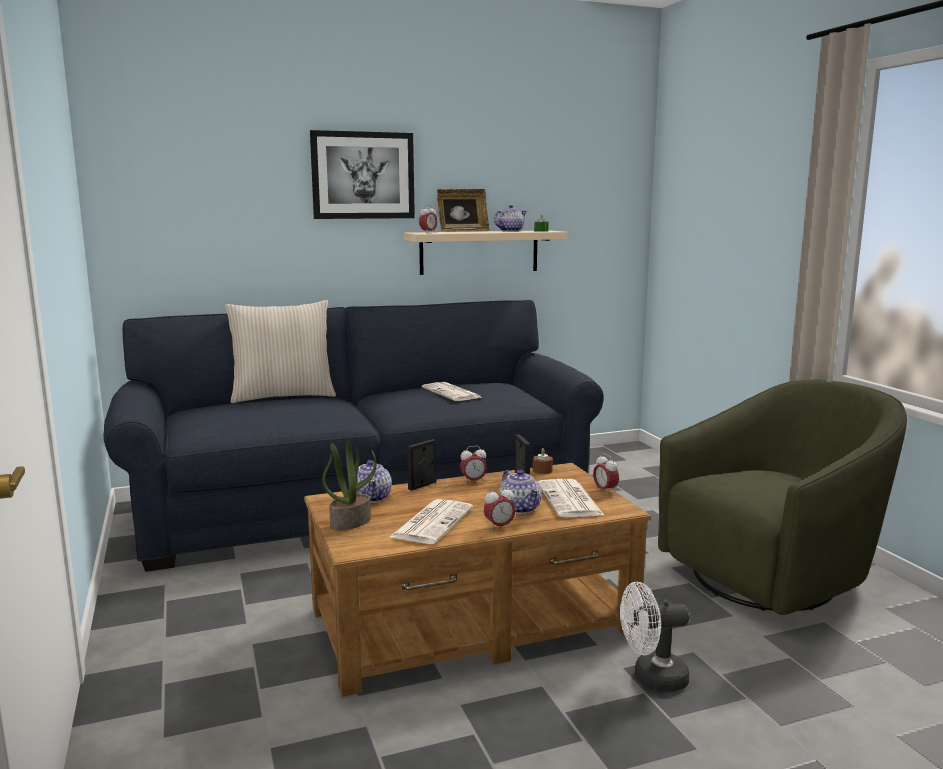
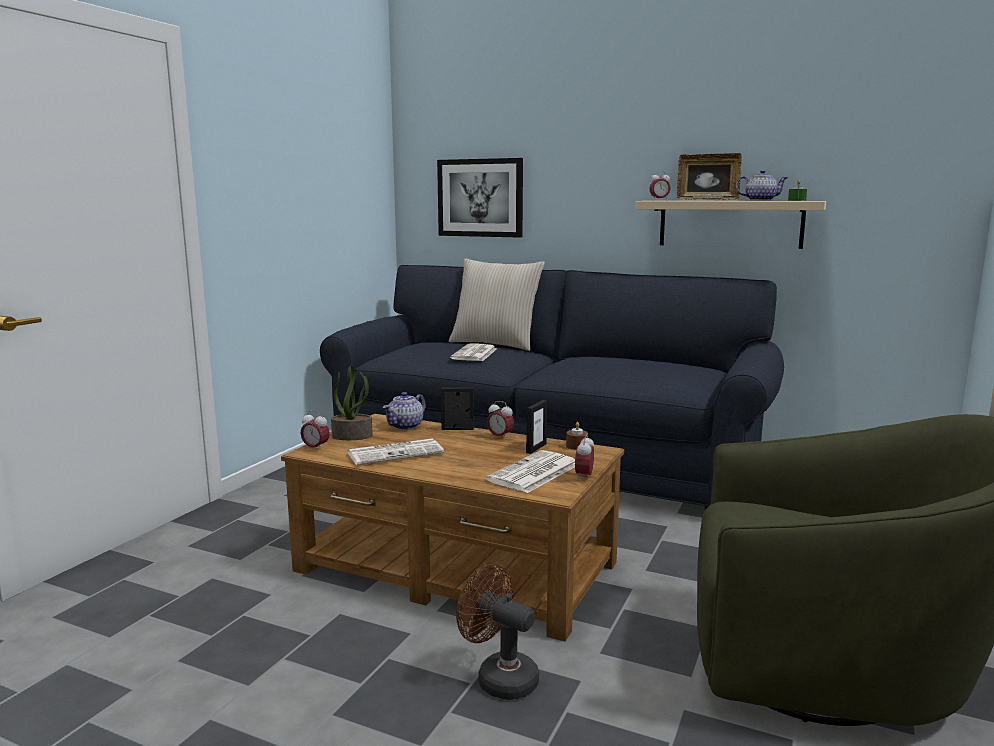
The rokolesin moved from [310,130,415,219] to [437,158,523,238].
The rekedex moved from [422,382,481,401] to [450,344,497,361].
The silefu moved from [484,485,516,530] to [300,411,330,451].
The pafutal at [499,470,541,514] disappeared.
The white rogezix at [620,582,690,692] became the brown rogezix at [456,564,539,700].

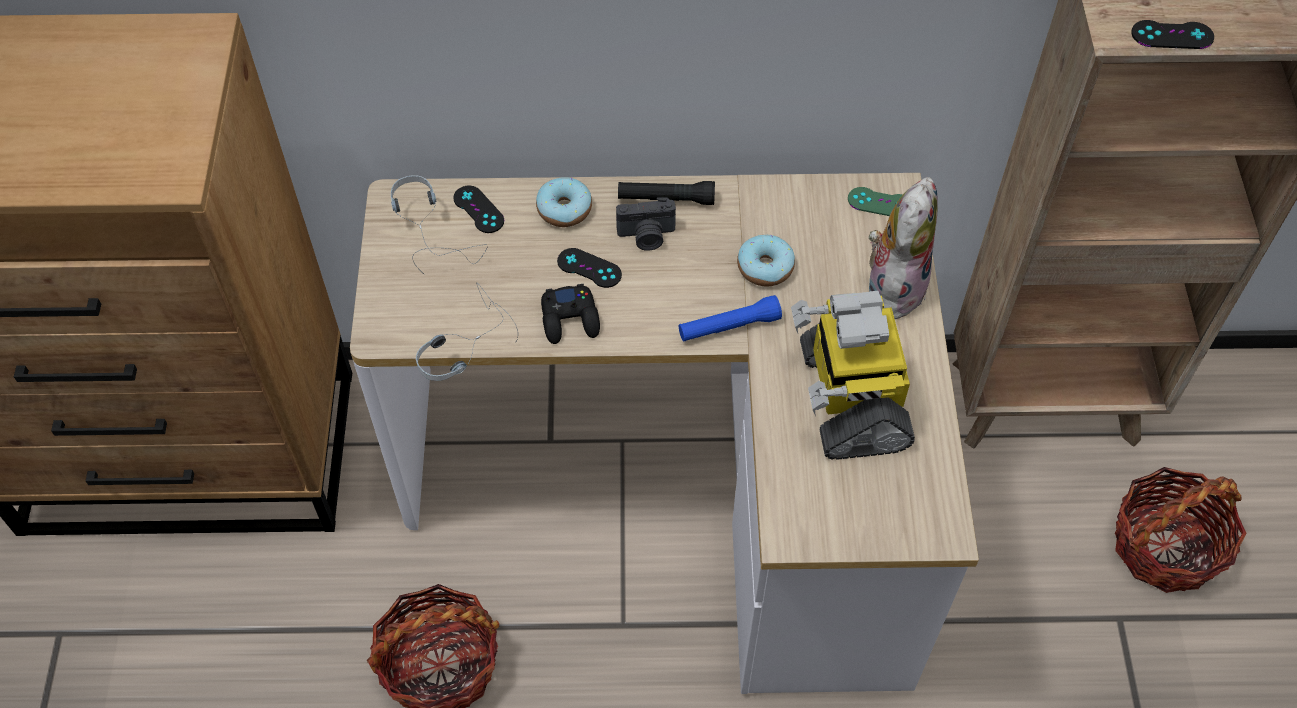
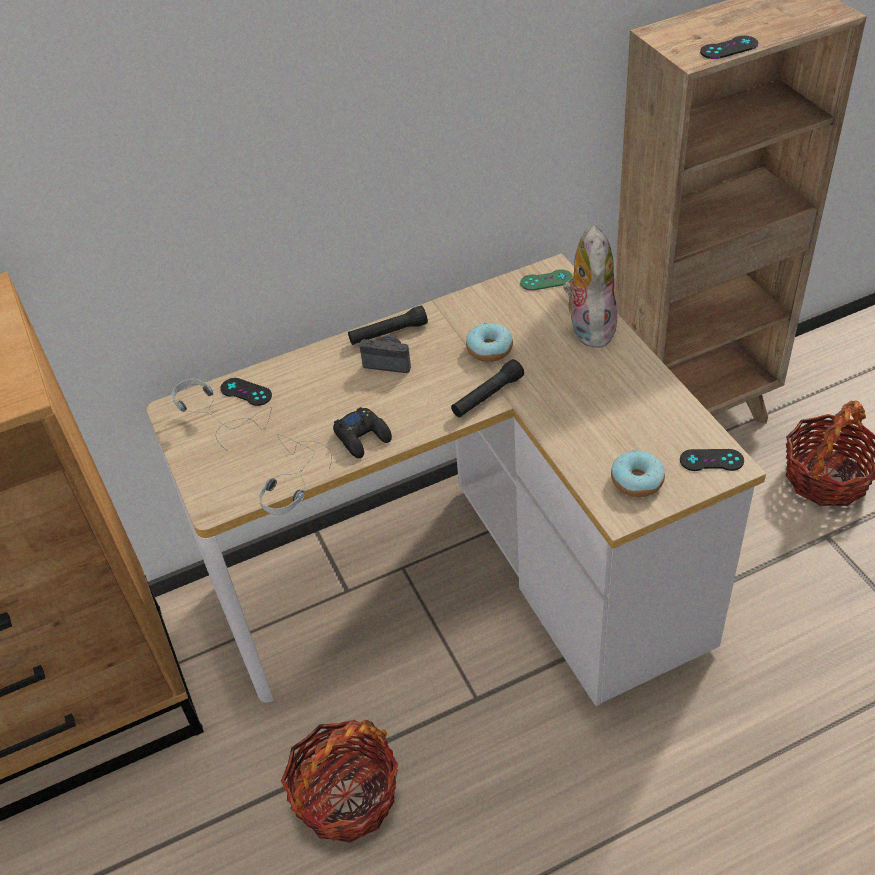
The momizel moved from [536,177,592,227] to [611,450,665,497].
The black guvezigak moved from [557,248,622,288] to [680,449,744,471].
The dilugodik at [616,197,676,251] turned 135 degrees counterclockwise.
The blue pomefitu at [679,295,782,342] became the black pomefitu at [451,359,524,418].
The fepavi at [791,291,915,460] disappeared.

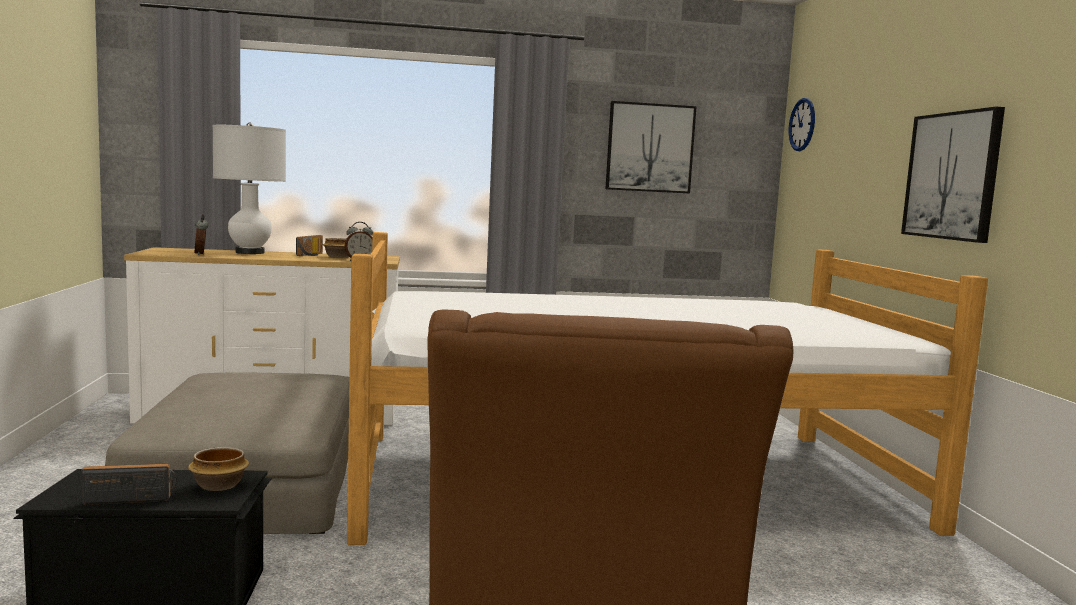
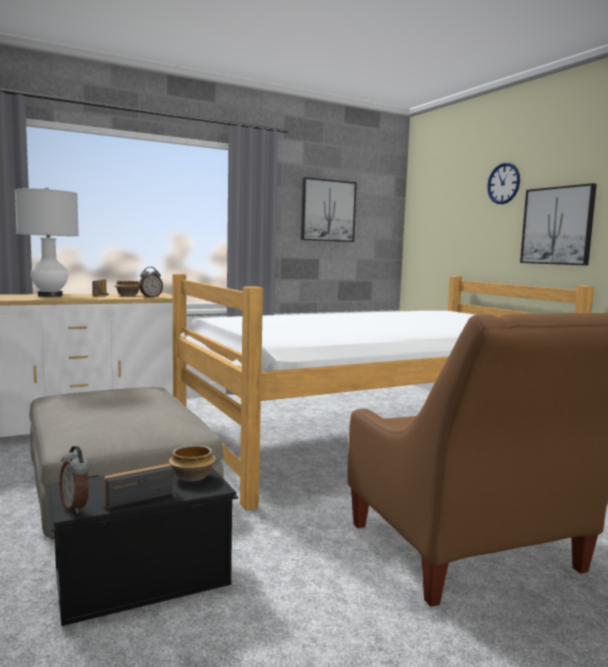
The silefu moved from [195,214,209,255] to [60,446,90,513].
The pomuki moved from [788,98,815,151] to [487,163,520,204].

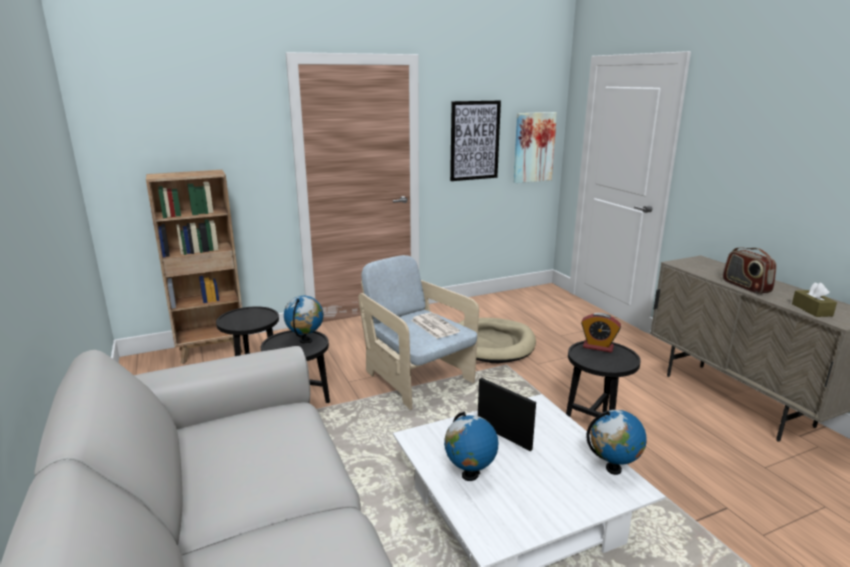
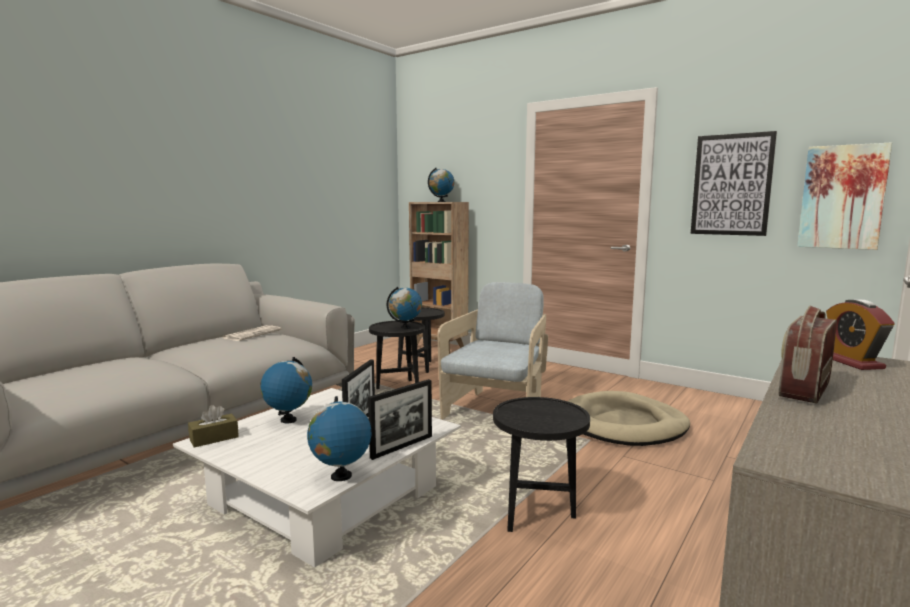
The rekedex moved from [411,312,460,339] to [222,325,282,341].
The silefu moved from [581,313,621,353] to [826,299,895,370].
The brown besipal moved from [792,282,837,317] to [188,405,239,448].
The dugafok at [368,379,432,460] appeared.
The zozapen at [428,168,454,202] appeared.

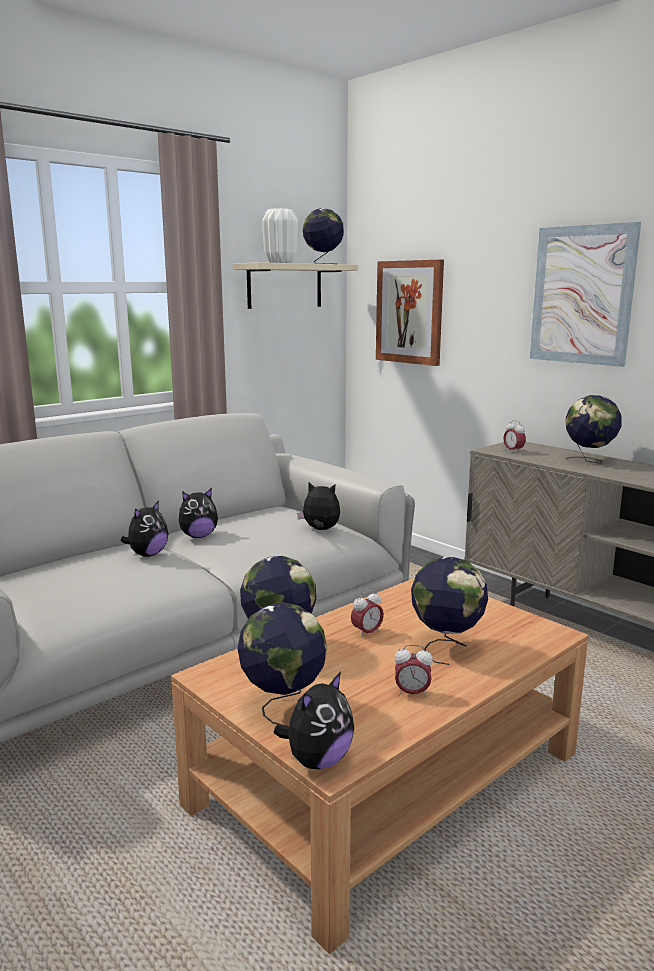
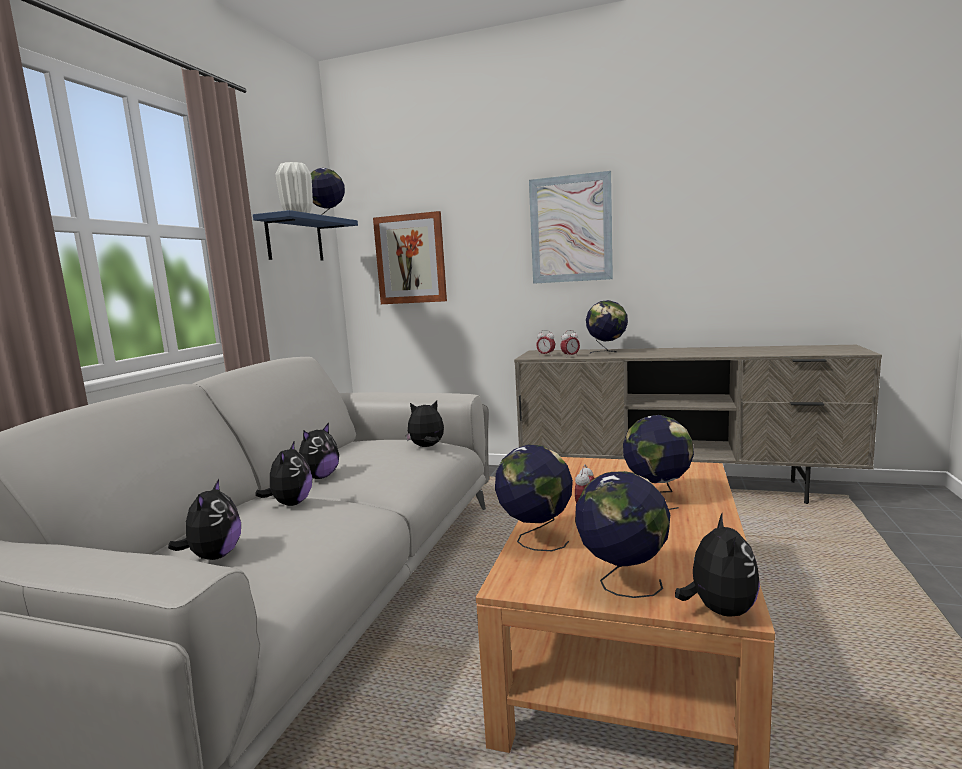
The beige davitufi at [233,262,358,309] became the blue davitufi at [253,210,358,261].
The silefu moved from [394,645,433,698] to [560,330,580,358].
The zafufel at [168,479,241,560] appeared.

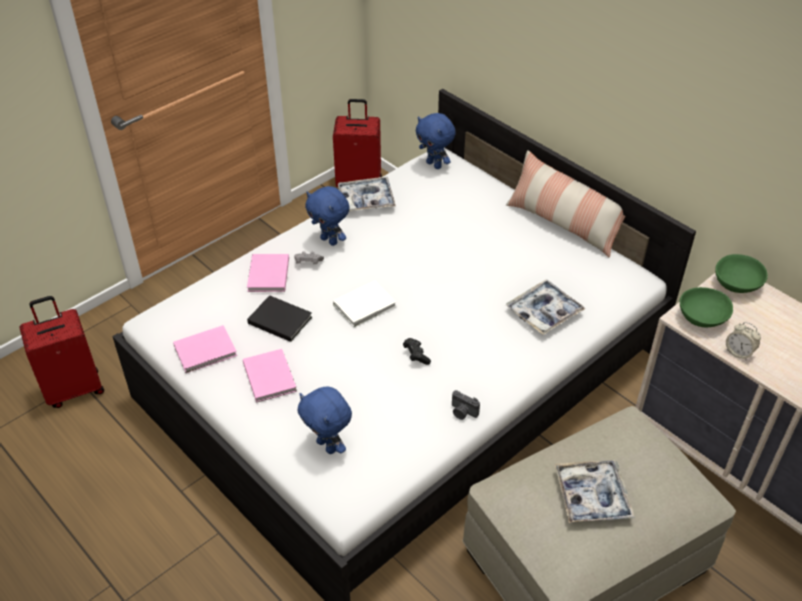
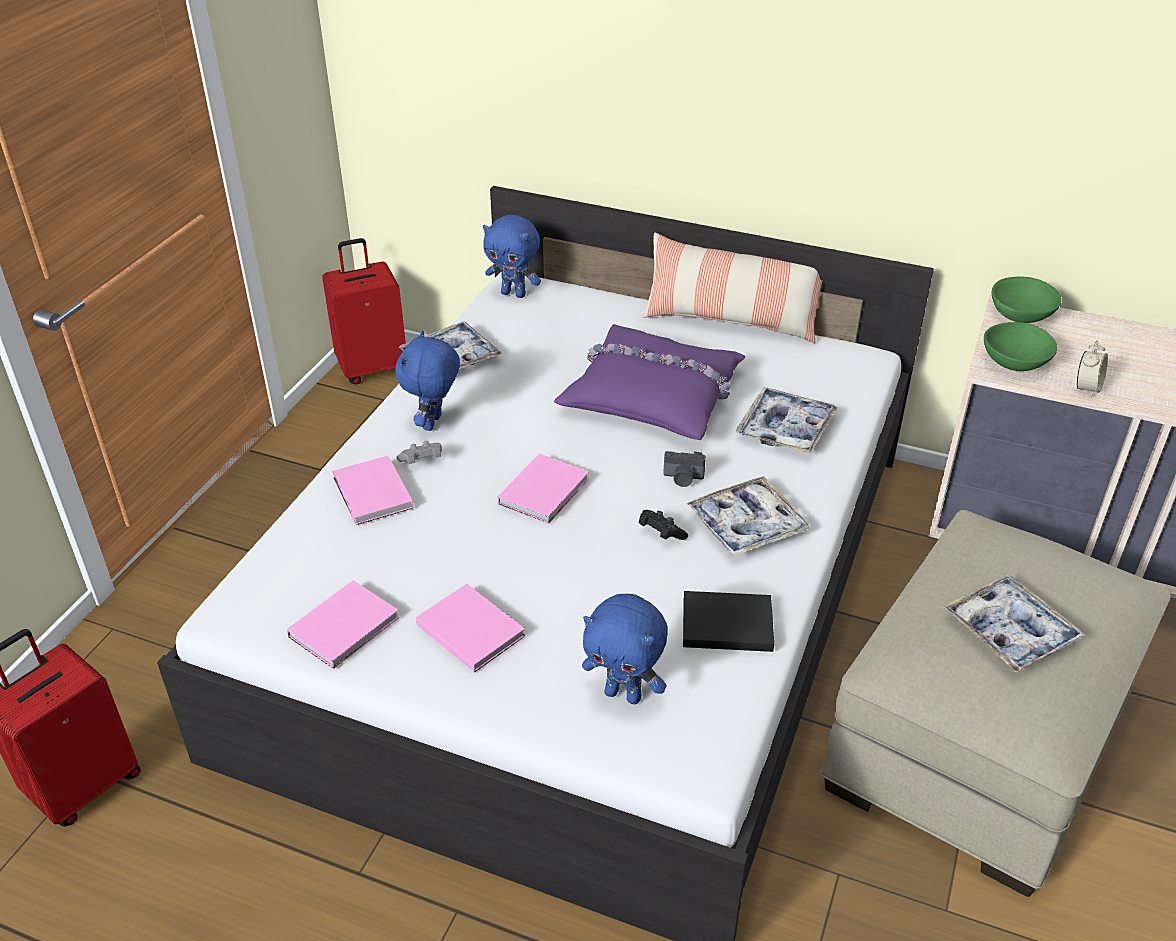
The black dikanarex moved from [247,295,312,342] to [683,591,774,652].
The blue zafufel at [305,186,349,246] turned 90 degrees clockwise.
The white dikanarex at [333,281,396,327] became the pink dikanarex at [498,453,589,524].
The dilugodik moved from [452,390,480,420] to [663,451,706,487].
The silefu at [726,322,761,360] turned 75 degrees counterclockwise.
The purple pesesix at [554,324,745,440] appeared.
The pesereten at [687,476,811,557] appeared.

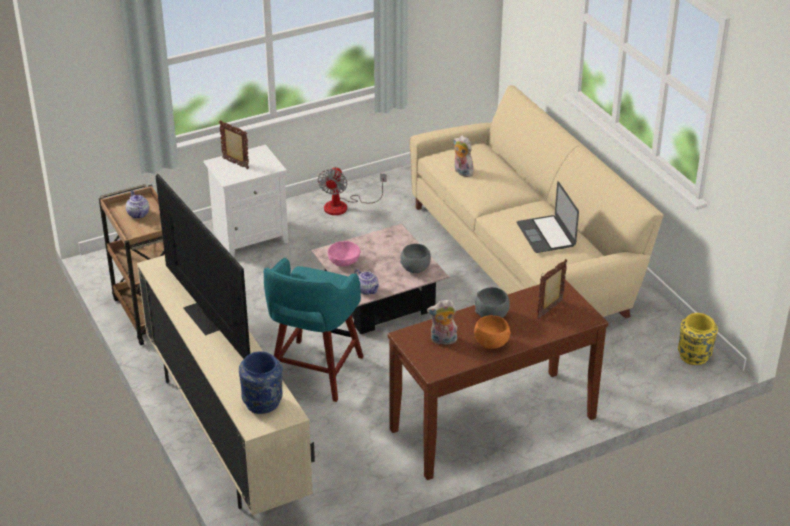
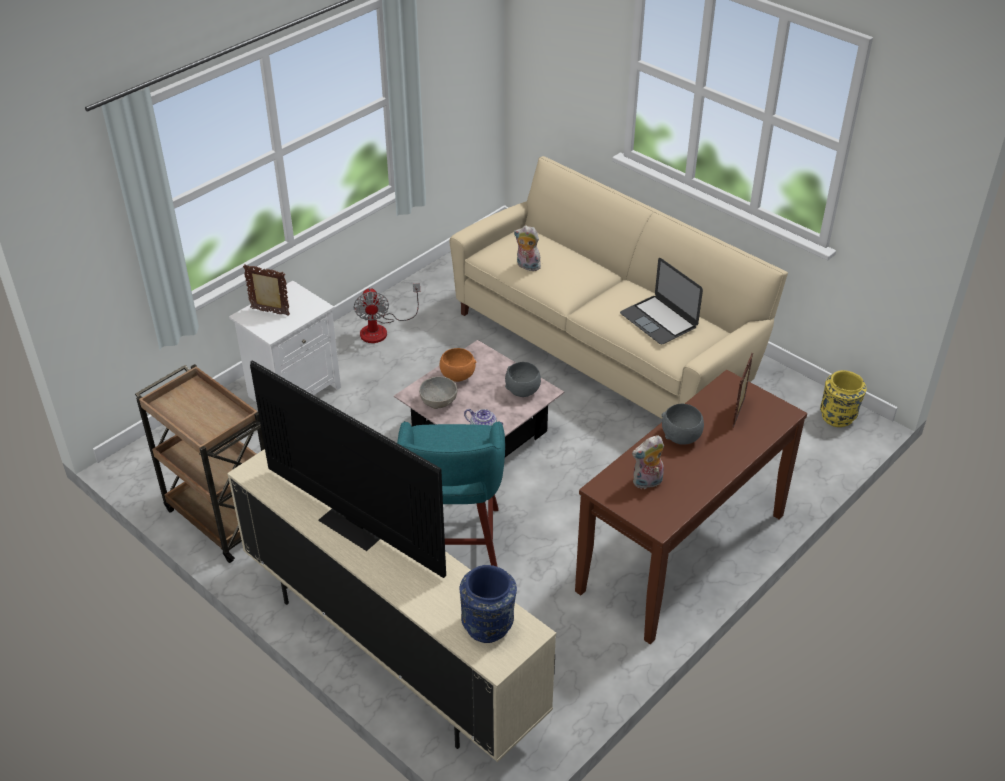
The pafutal at [126,191,149,219] disappeared.
The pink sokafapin at [328,241,361,267] became the grey sokafapin at [419,376,458,409].
The orange sokafapin moved from [474,315,510,349] to [440,348,476,382].

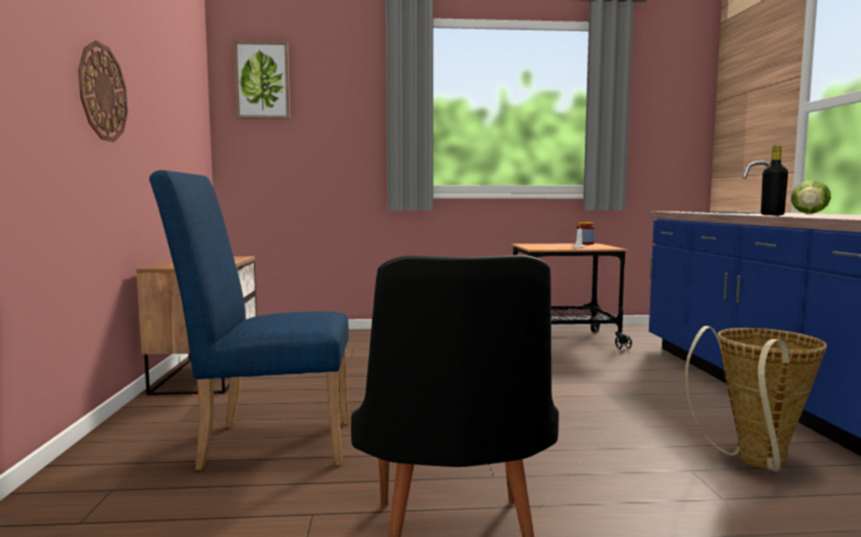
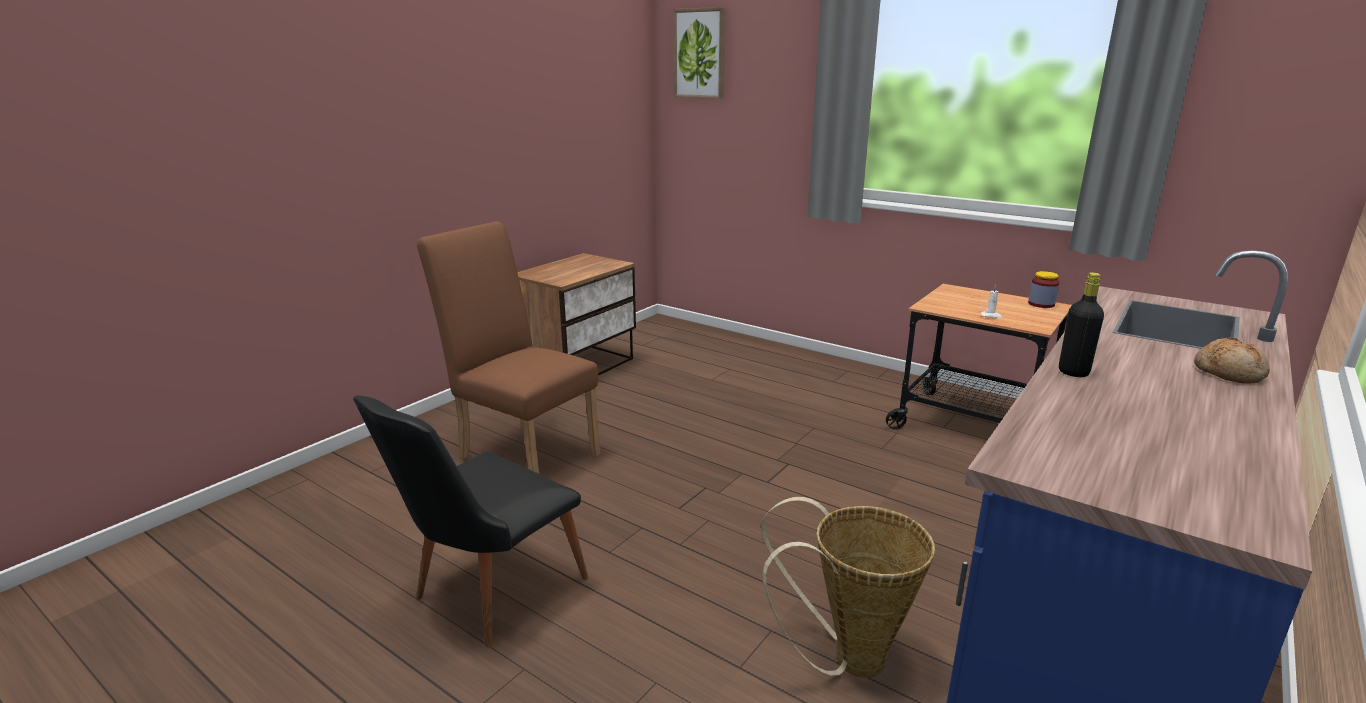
The pomuki at [78,41,128,142] disappeared.
The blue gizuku at [149,170,350,470] became the brown gizuku at [417,221,600,474].
The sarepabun at [791,180,831,214] was replaced by the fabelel at [1194,338,1270,384].

